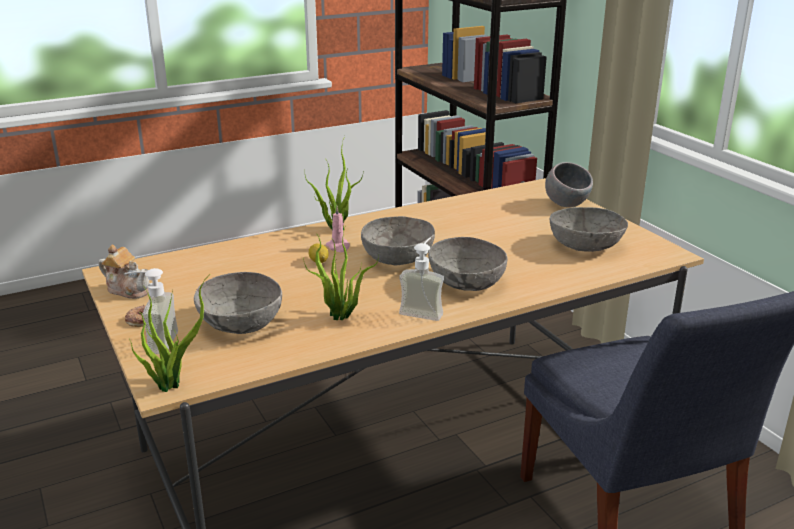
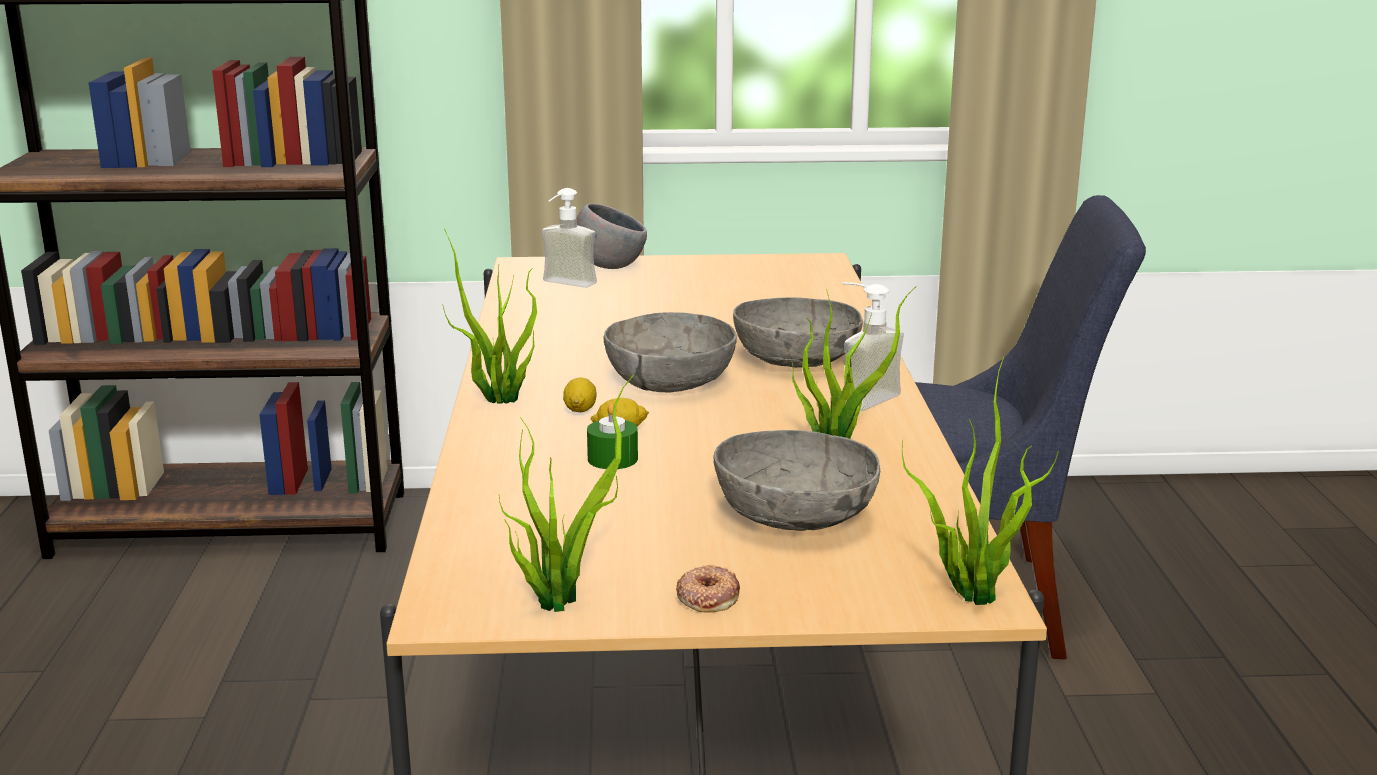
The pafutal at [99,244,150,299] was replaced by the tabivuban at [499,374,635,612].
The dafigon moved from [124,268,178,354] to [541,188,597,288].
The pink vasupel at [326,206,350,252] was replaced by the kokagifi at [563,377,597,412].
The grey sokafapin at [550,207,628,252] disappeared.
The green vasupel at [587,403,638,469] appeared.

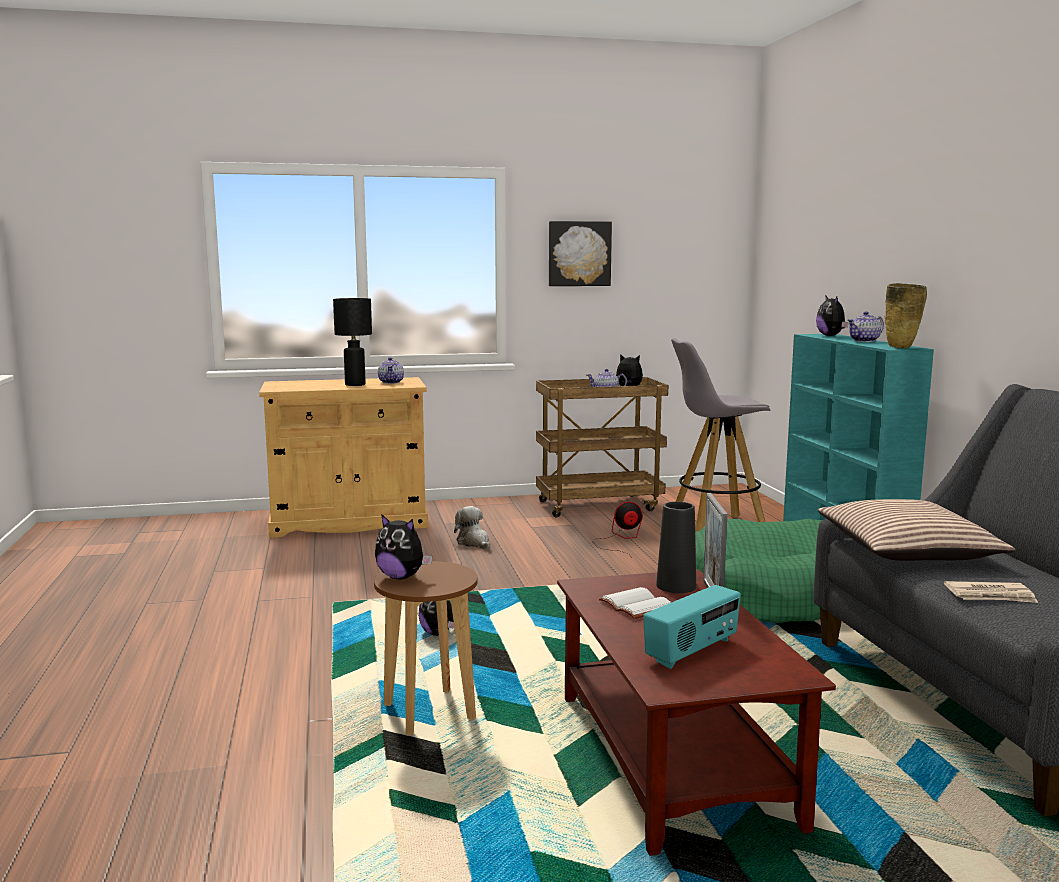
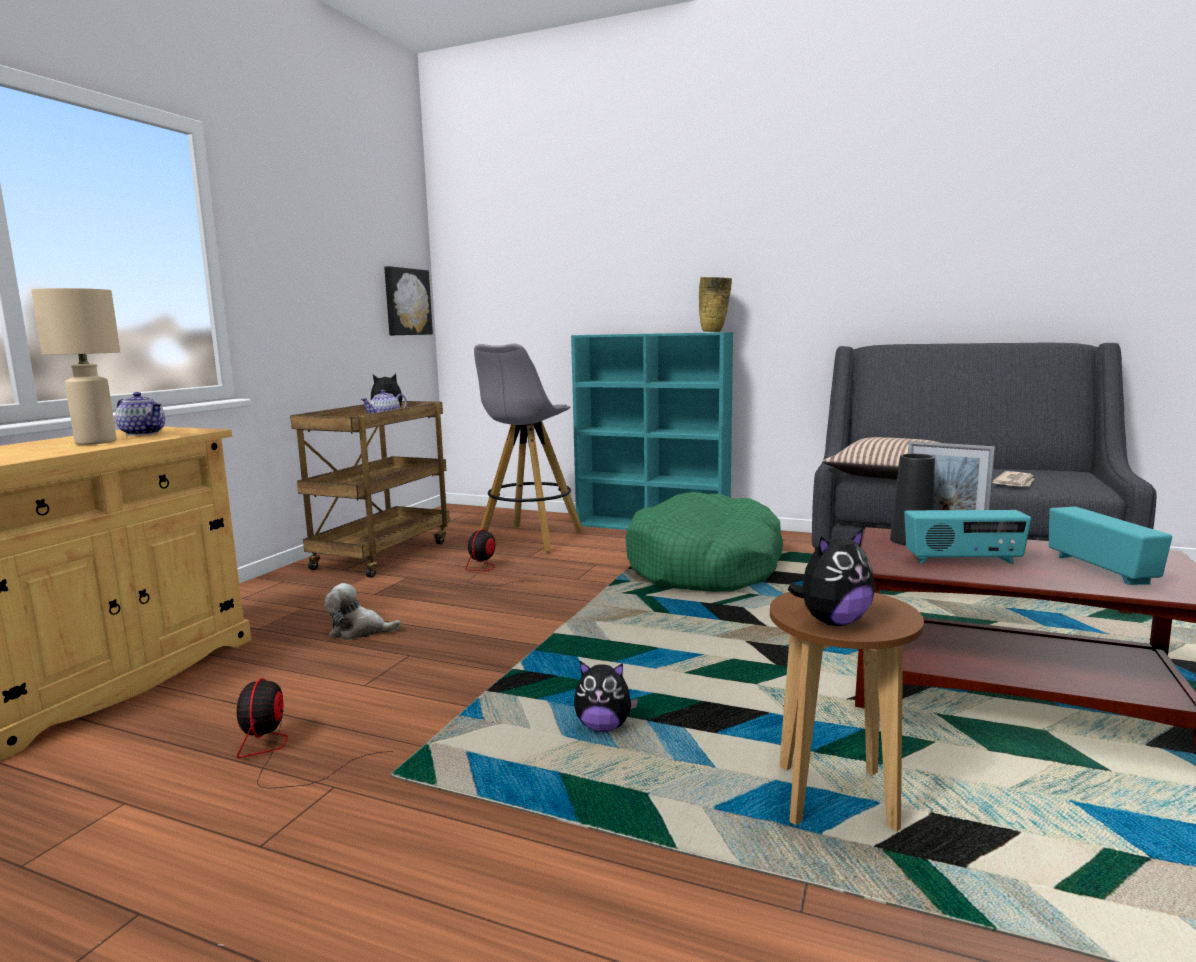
The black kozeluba at [333,298,372,386] became the beige kozeluba at [31,288,120,445].
The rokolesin moved from [549,221,612,286] to [384,266,433,335].
The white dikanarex at [599,587,671,619] was replaced by the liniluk at [904,510,1032,564].
The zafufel at [816,295,848,336] disappeared.
The pafutal at [847,311,884,342] disappeared.
The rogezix at [237,678,393,789] appeared.

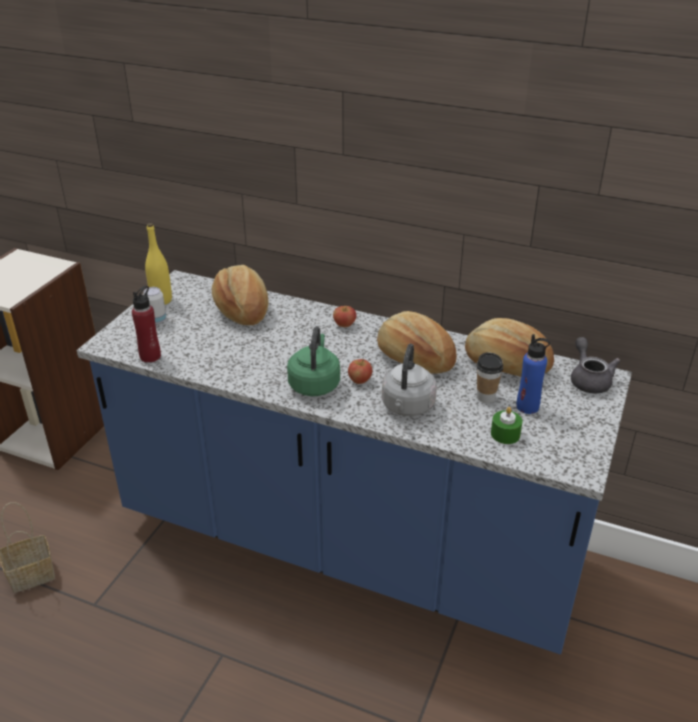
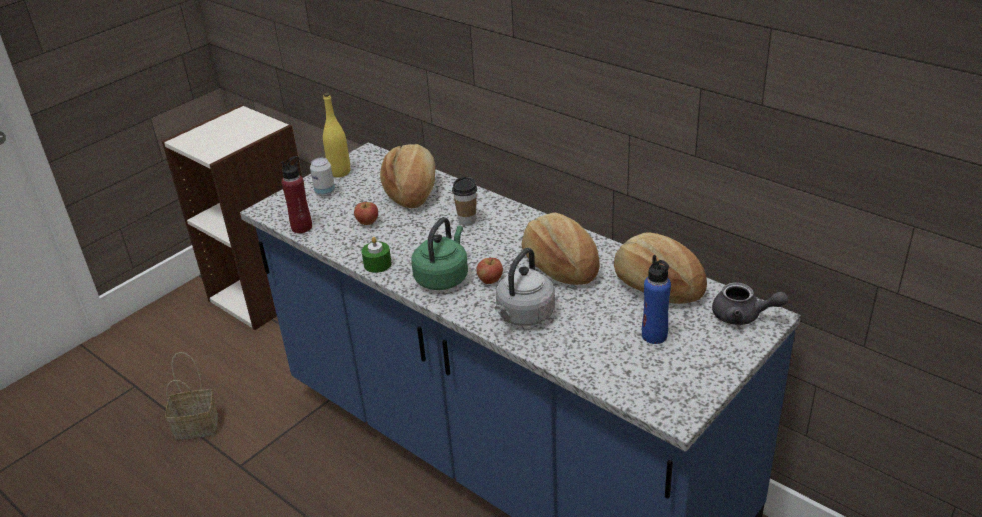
The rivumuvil moved from [333,306,356,327] to [354,202,378,225].
The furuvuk moved from [476,352,503,403] to [452,177,477,226].
The green vasupel moved from [491,407,523,444] to [362,237,392,273].
The grey pafutal at [571,337,620,394] turned 105 degrees clockwise.

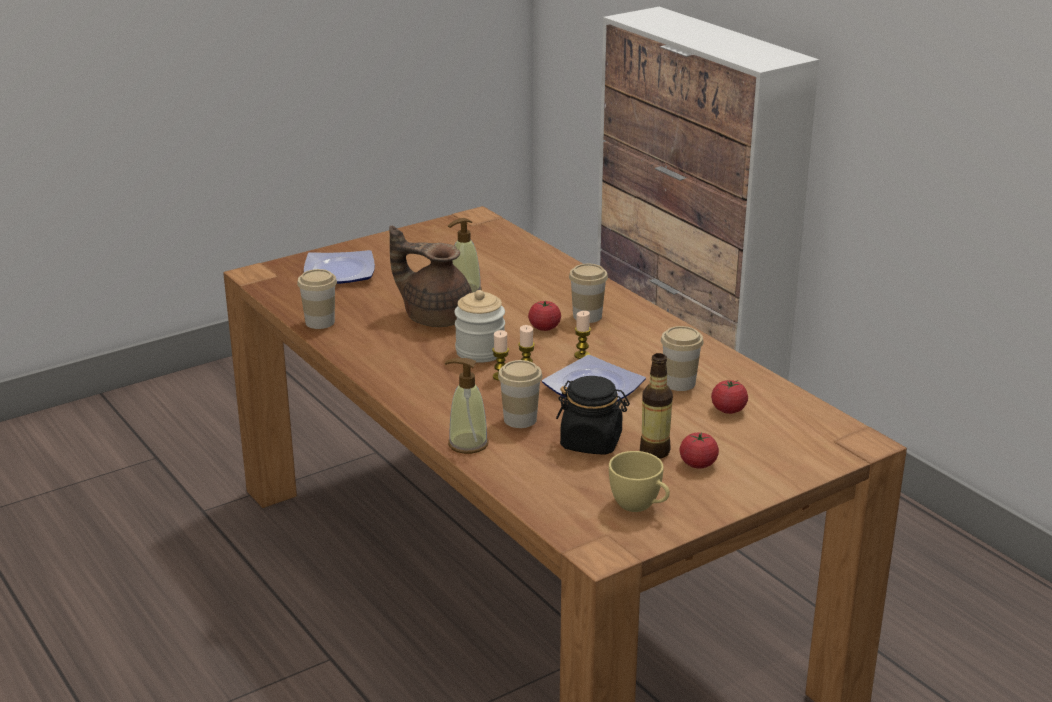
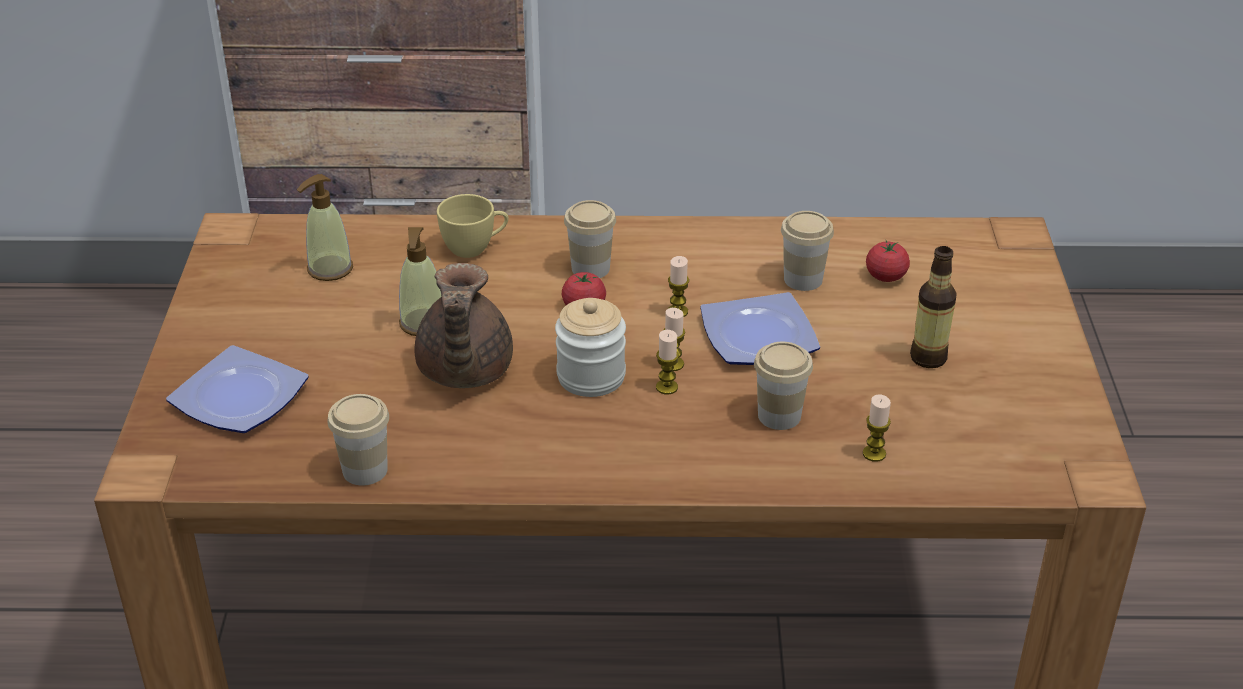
The brown pafutal at [389,226,472,327] turned 60 degrees counterclockwise.
The dafigon moved from [445,358,488,454] to [297,174,353,281].
The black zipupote at [556,376,630,455] disappeared.
The yellow furuvuk moved from [609,451,670,512] to [437,194,509,258].
The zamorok at [680,432,719,469] disappeared.
The vasupel at [863,394,891,462] appeared.

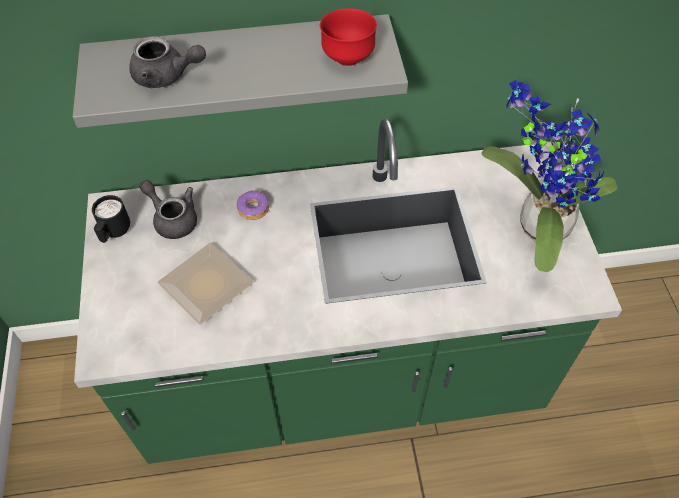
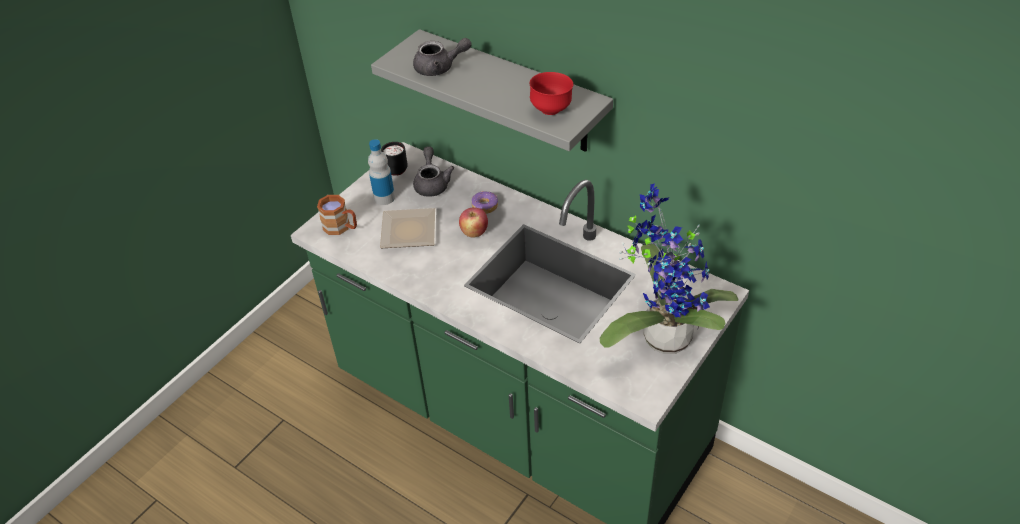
The grey pafutal at [129,36,206,88] turned 60 degrees counterclockwise.
The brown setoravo at [317,195,357,235] appeared.
The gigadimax at [368,139,395,205] appeared.
The rivumuvil at [459,208,488,238] appeared.

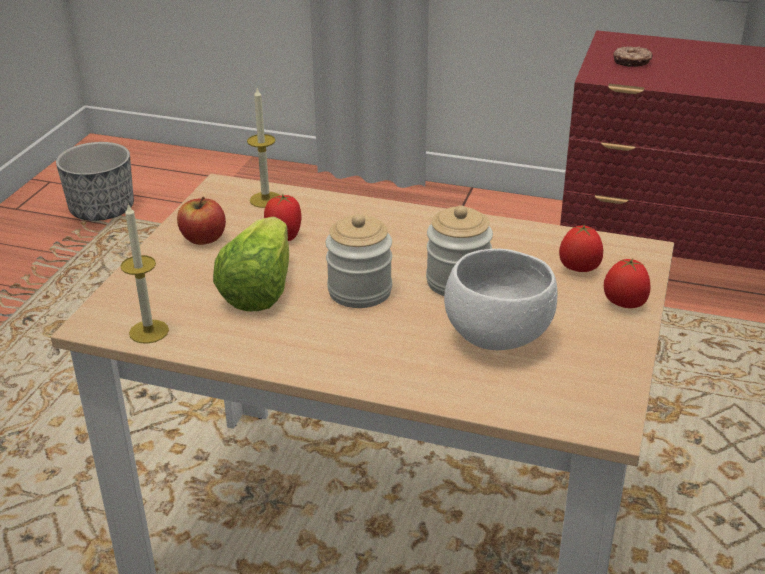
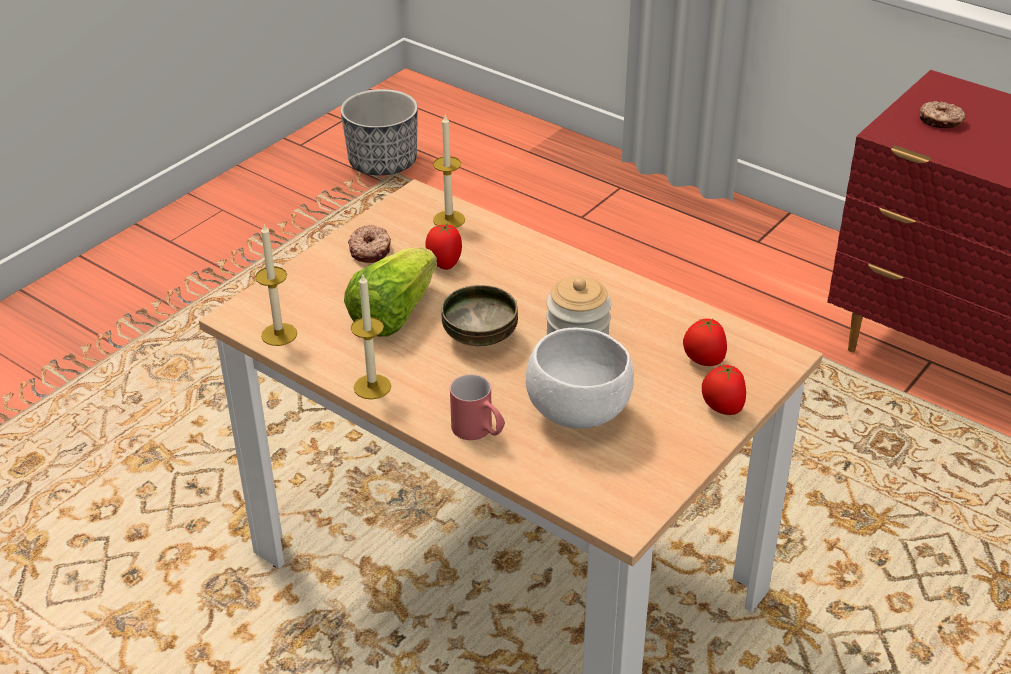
The rivumuvil at [177,196,226,245] was replaced by the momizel at [348,225,391,263].
The zipupote at [326,214,392,308] was replaced by the sokafapin at [441,285,518,346].
The vasupel at [351,273,391,399] appeared.
The red setoravo at [450,374,505,440] appeared.

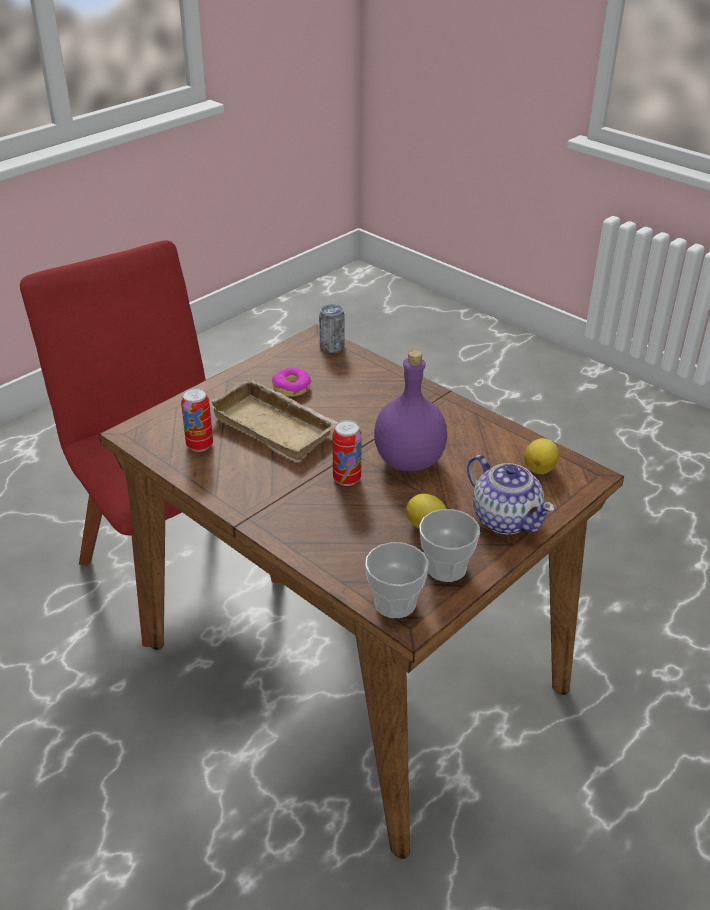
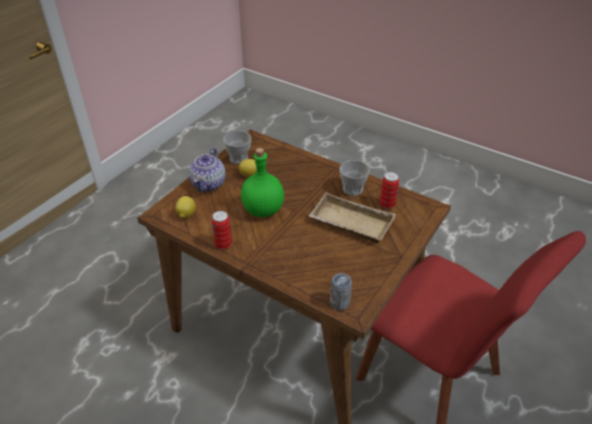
The momizel at [272,367,311,397] disappeared.
The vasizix moved from [333,420,362,486] to [212,211,232,249].
The furuvuk moved from [365,542,428,618] to [339,160,370,196].
The purple gigadimax at [374,350,447,471] became the green gigadimax at [241,148,284,217].
The pafutal at [467,455,555,534] turned 120 degrees counterclockwise.

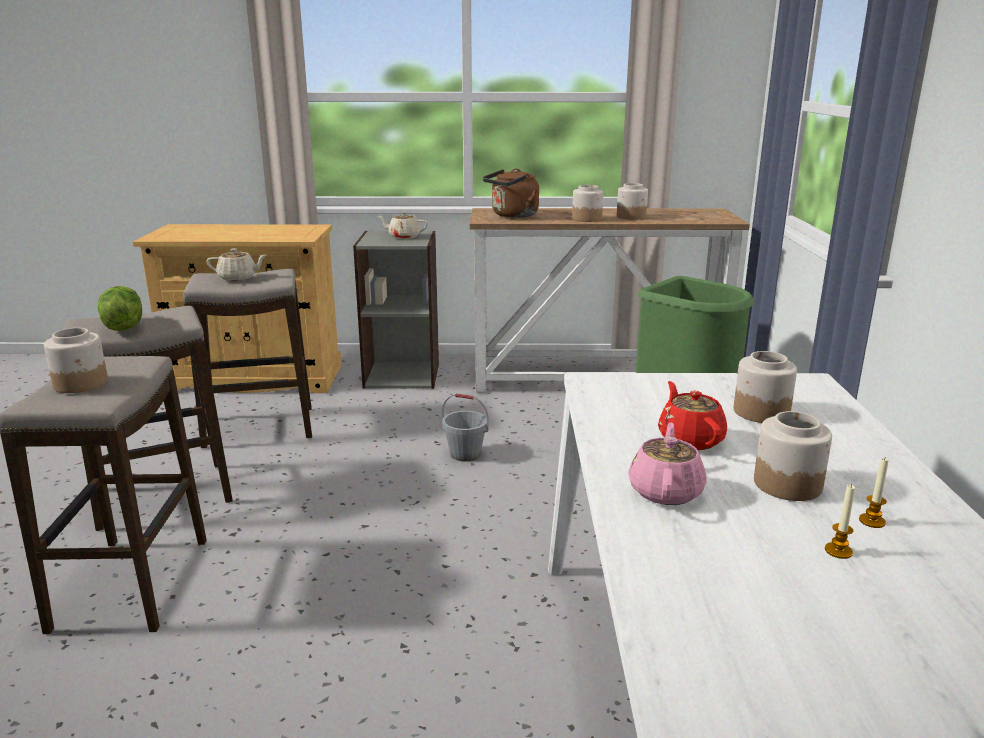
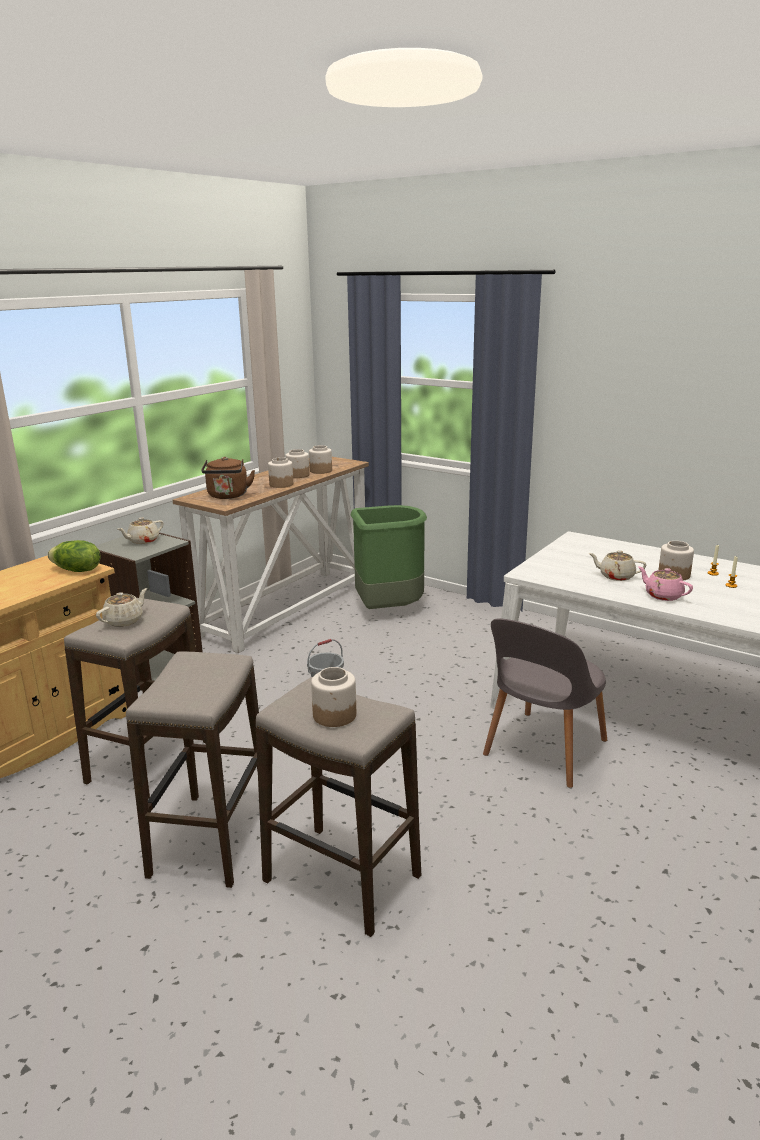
The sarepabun moved from [98,286,142,331] to [48,540,101,572].
The red pafutal at [658,381,727,450] became the beige pafutal at [589,550,646,581].
The zipupote moved from [734,351,797,423] to [309,445,332,474].
The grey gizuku at [483,618,607,788] appeared.

